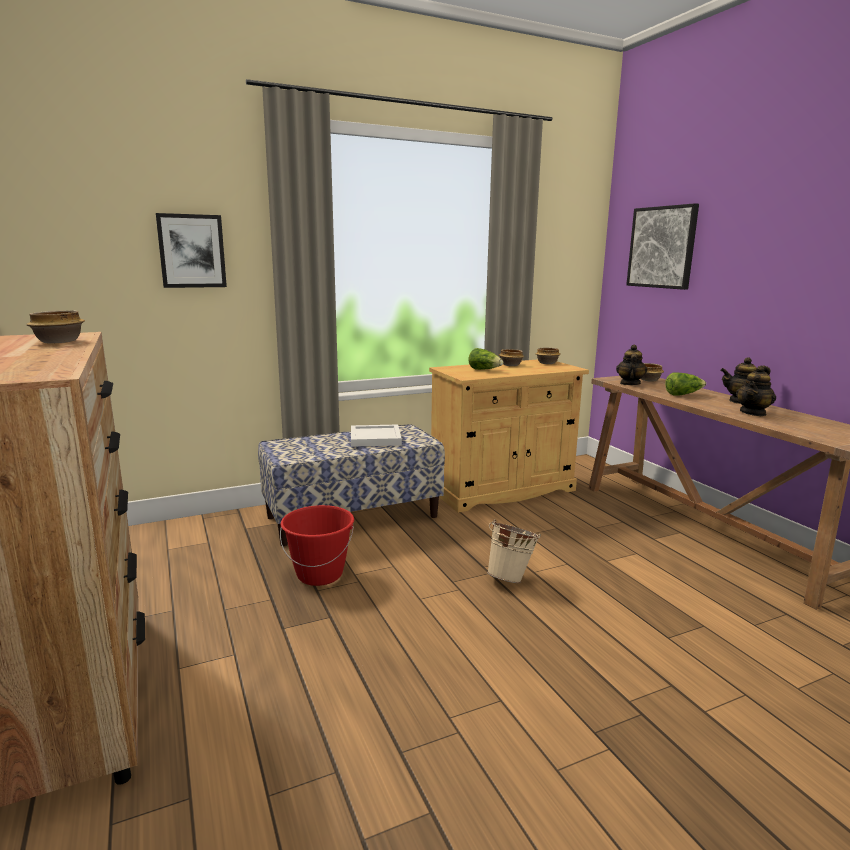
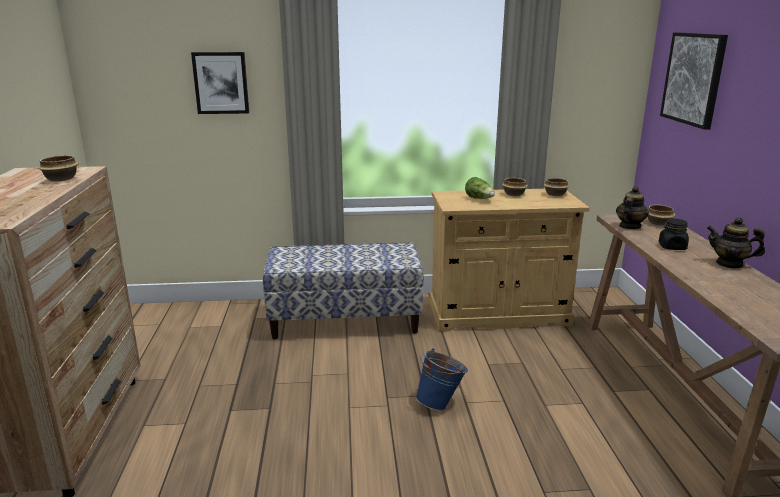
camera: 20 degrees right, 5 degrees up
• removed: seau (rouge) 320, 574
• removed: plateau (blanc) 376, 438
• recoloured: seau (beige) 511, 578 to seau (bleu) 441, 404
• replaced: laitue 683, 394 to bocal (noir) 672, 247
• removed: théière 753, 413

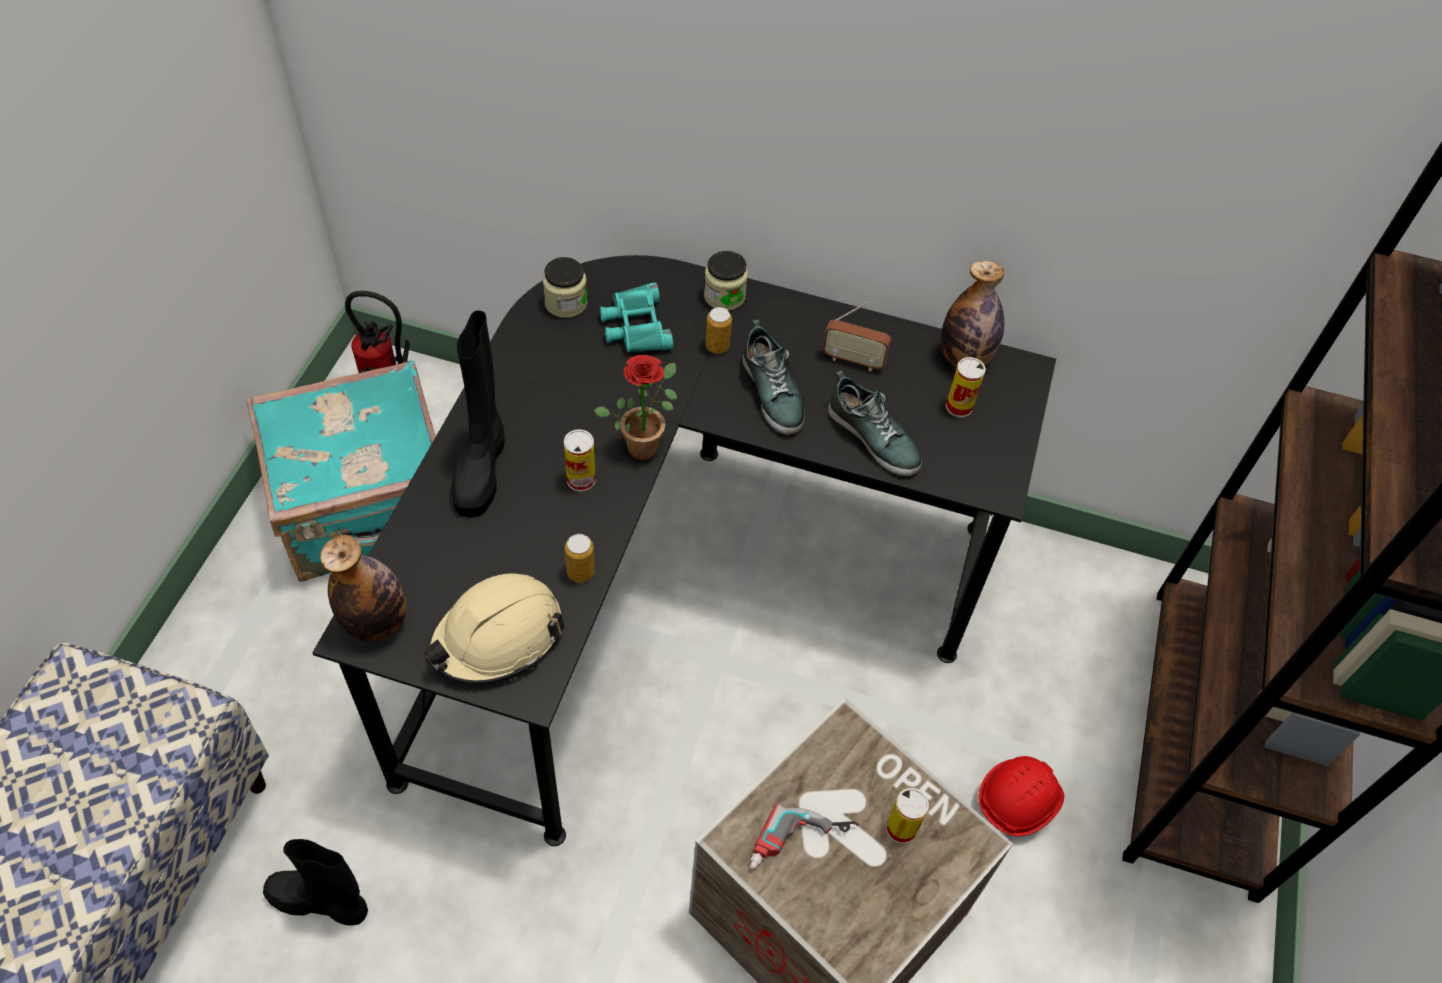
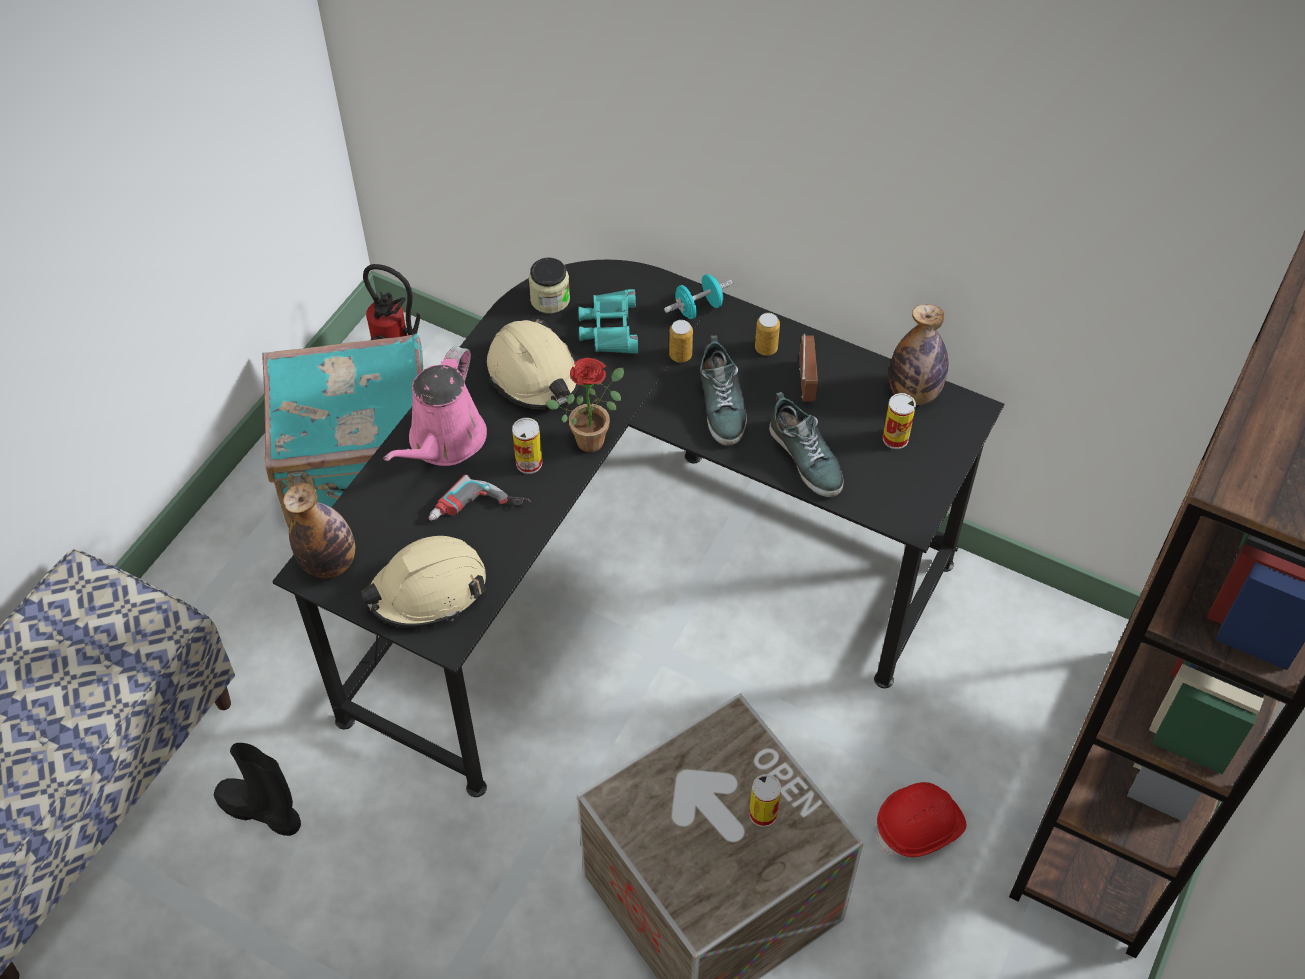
camera: 15 degrees right, 0 degrees up
• replaced: botte (noir) 481, 468 to arrosoir (rose) 444, 442
• moved: boîte métallique 580, 572 to 766, 348
• replaced: bocal 724, 296 to haltère (turquoise) 698, 308
• moved: perceuse 802, 847 to 479, 513
• turned: radio 853, 360 = 805, 383 120 degrees counterclockwise
• added: casque de chantier (beige) 534, 375

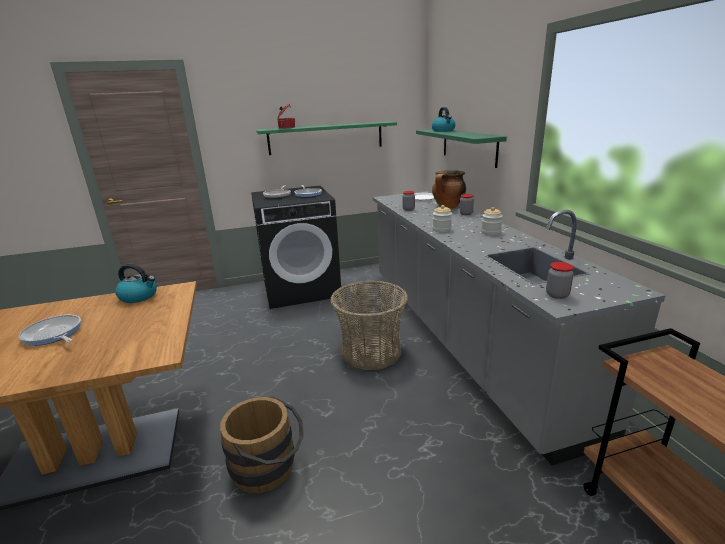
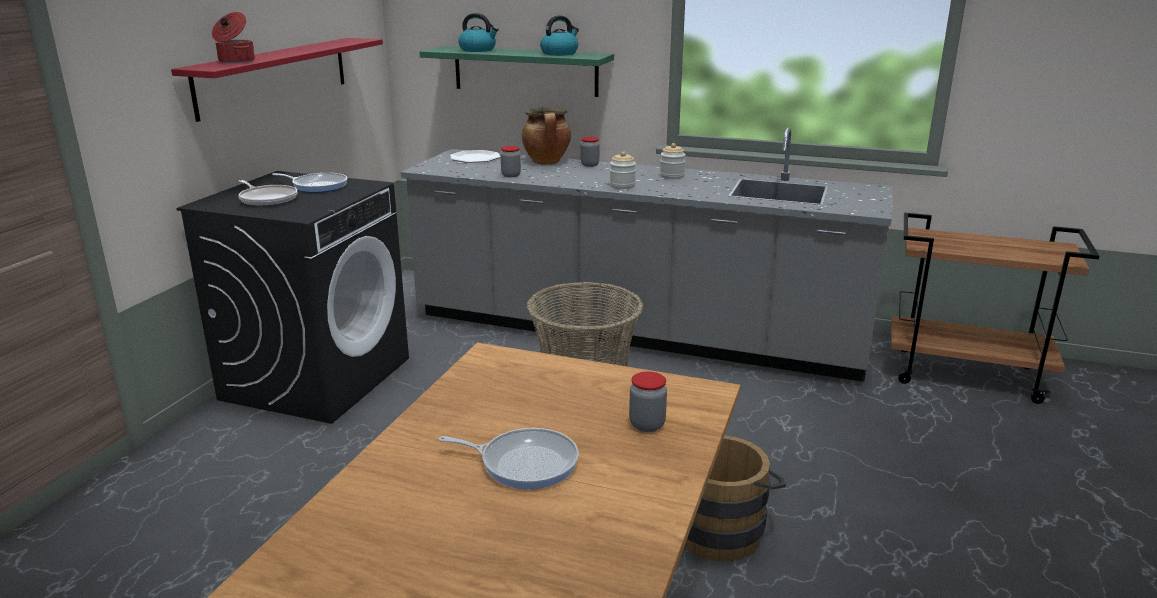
camera: 55 degrees left, 0 degrees up
• turned: poêle 53, 334 = 524, 463 150 degrees counterclockwise
• moved: bouilloire 139, 296 to 559, 53
• recoloured: étagère (vert) 326, 138 to étagère (rouge) 274, 76
• moved: bocal 557, 295 to 647, 425

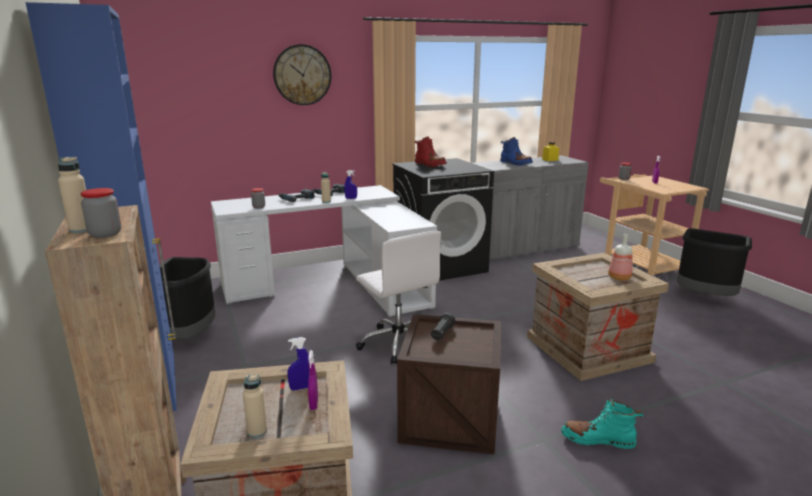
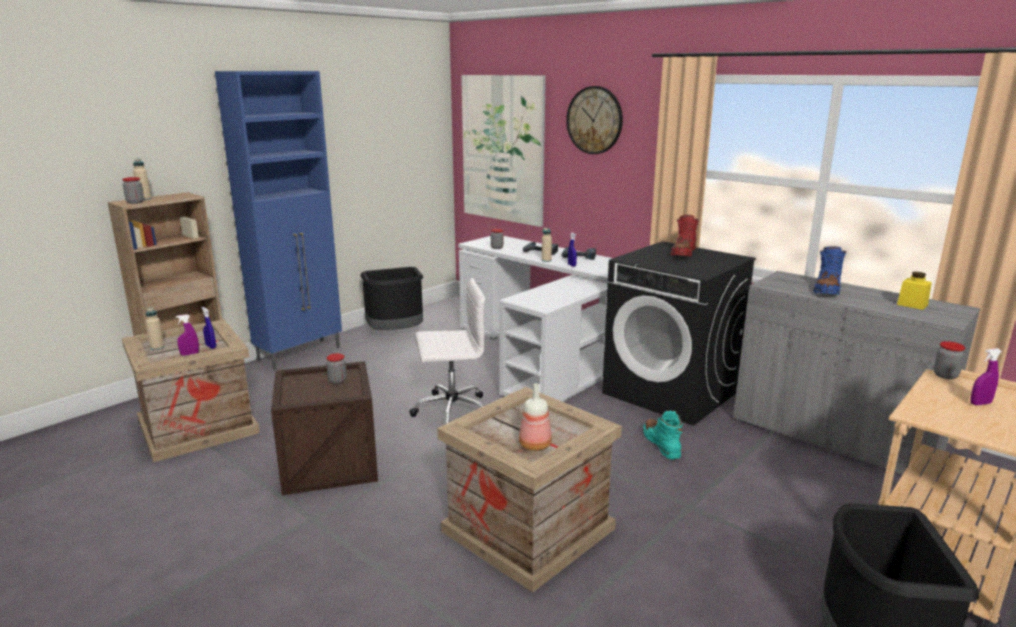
camera: 65 degrees right, 0 degrees up
• turned: chaise de bureau (blanc) 398, 342 = 451, 411 135 degrees counterclockwise
• replaced: lampe de poche (noir) 442, 333 to bocal 337, 380
• moved: botte (turquoise) 597, 440 to 661, 444
• added: tableau 503, 149

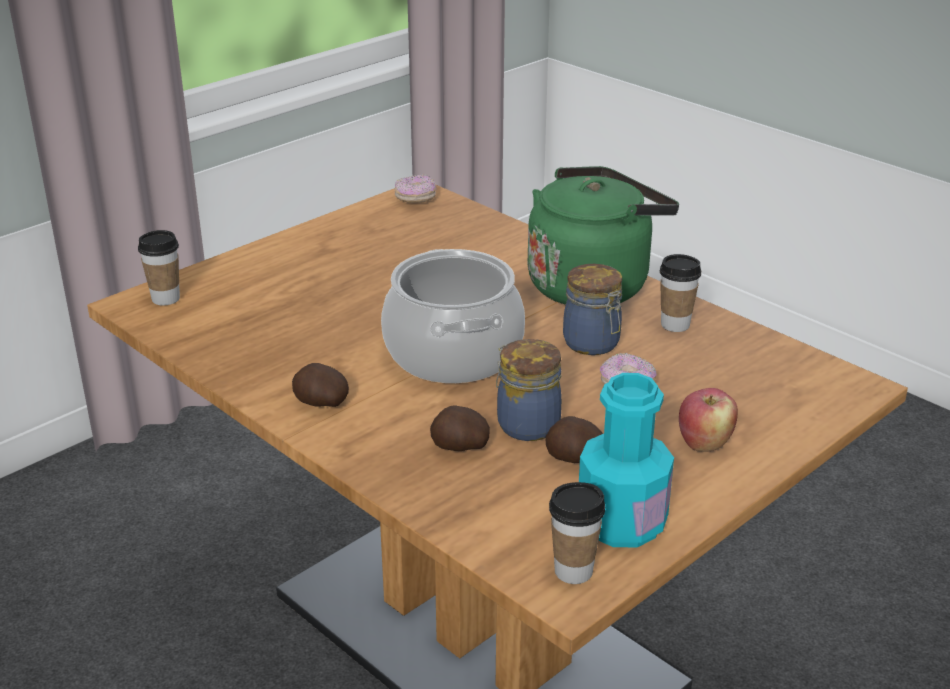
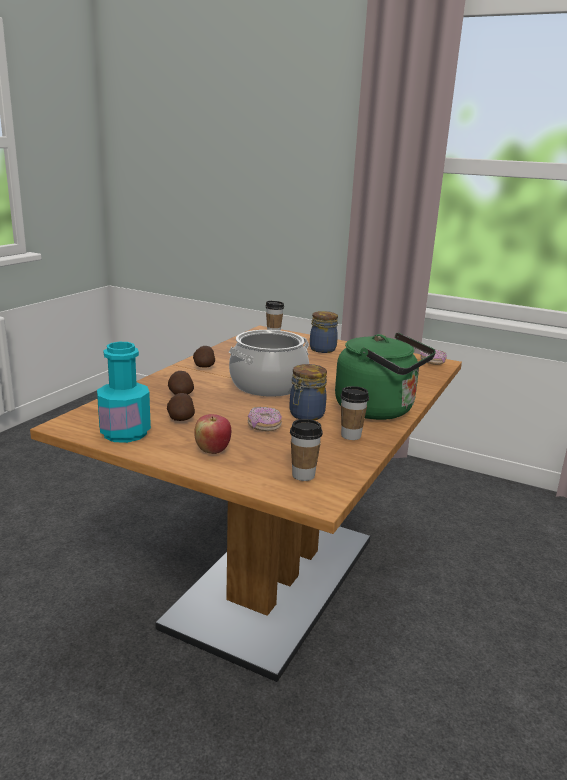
camera: 70 degrees right, 10 degrees down
• moved: bocal 526, 424 to 323, 349
• moved: tasse 573, 571 to 303, 475

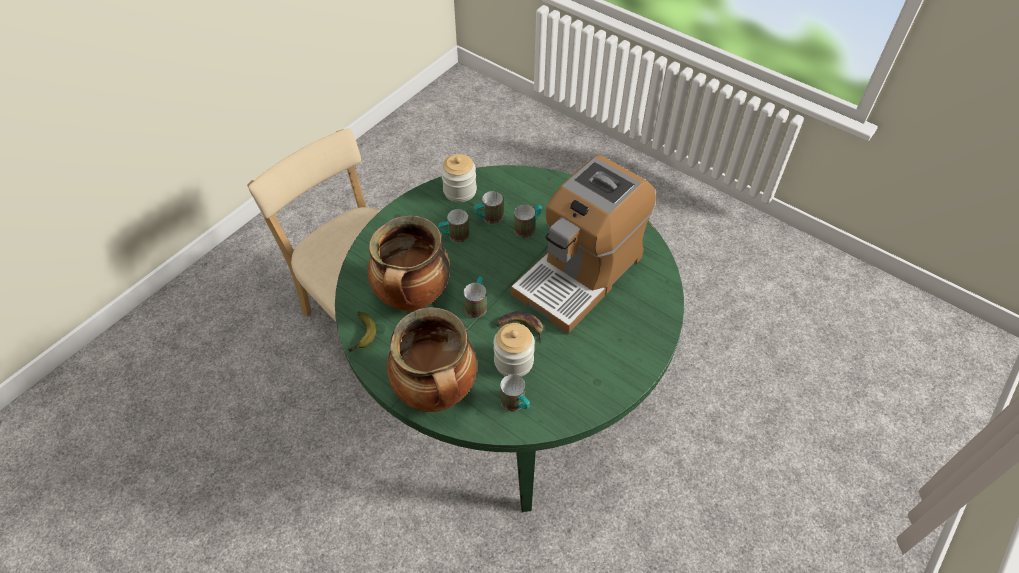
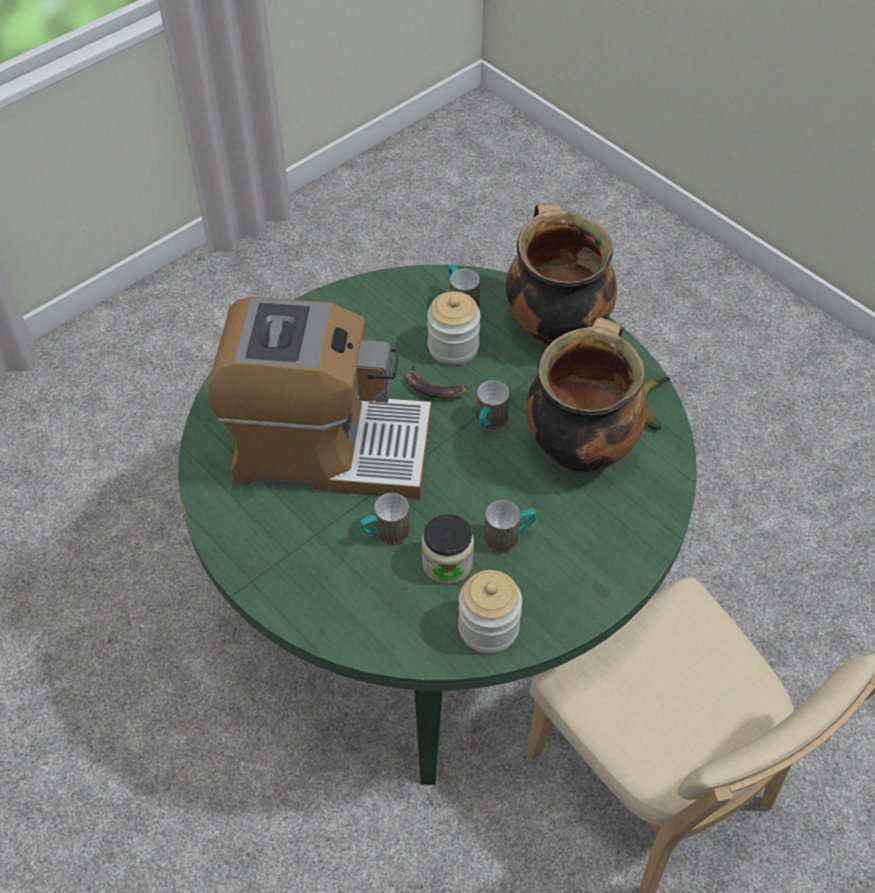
camera: 170 degrees left, 0 degrees up
• replaced: mug 488, 218 to bocal 447, 563
• turned: machine à café 579, 274 = 329, 448 45 degrees clockwise

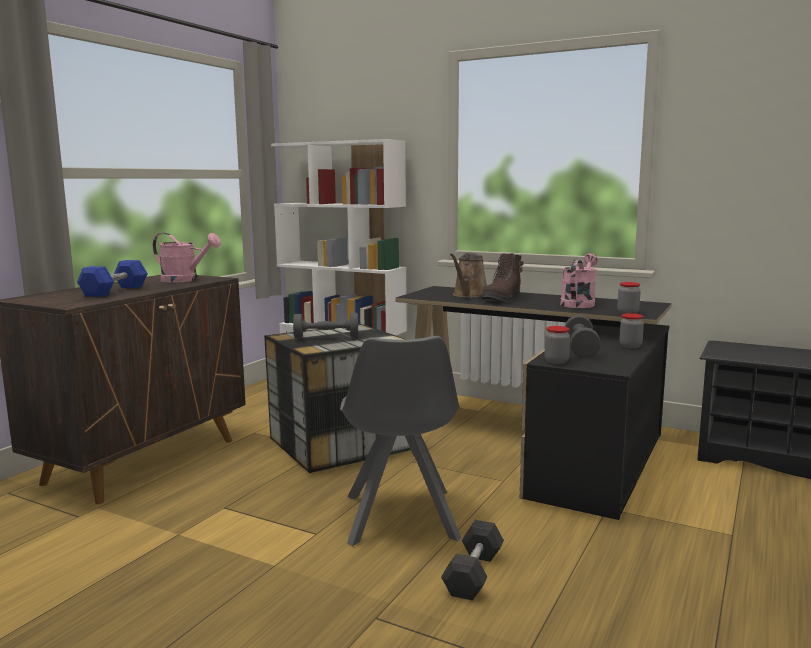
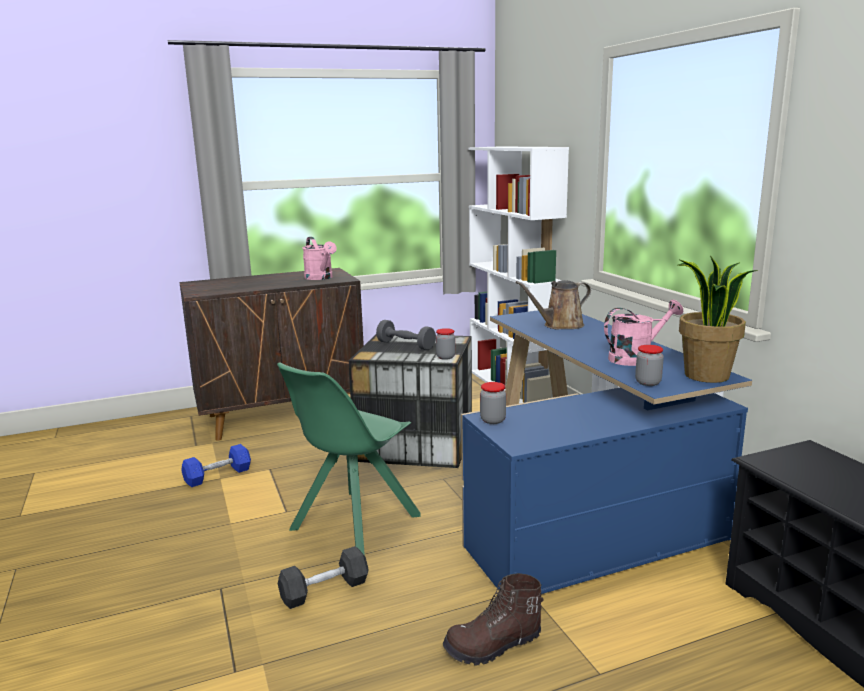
camera: 40 degrees right, 5 degrees up
• moved: haltère (bleu) 115, 291 to 218, 475
• recoloured: chaise (gris) 400, 519 to chaise (vert) 352, 524
• recoloured: bureau (noir) 540, 444 to bureau (bleu) 582, 502
• moved: botte (marron) 502, 299 to 493, 646
• removed: haltère (gris) 581, 349
• moved: bocal 630, 346 to 445, 357
• added: plante en pot 706, 376

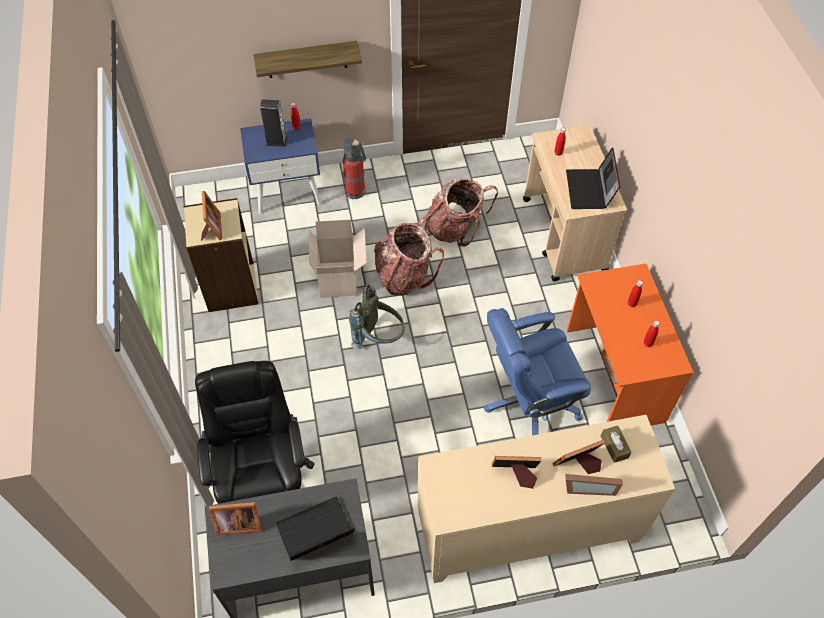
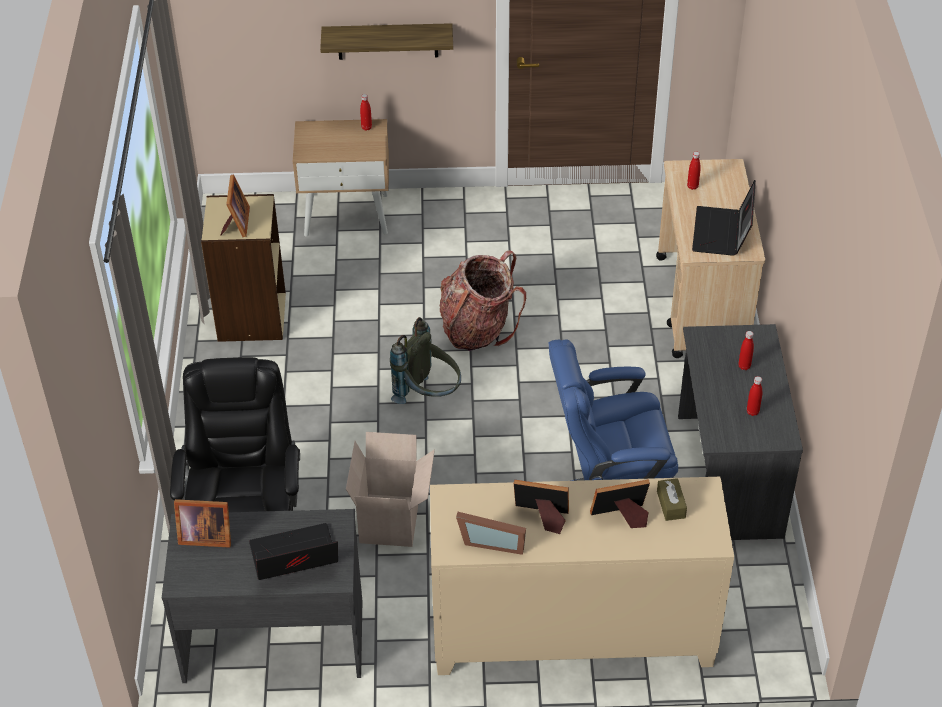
camera: 10 degrees right, 10 degrees down
• recoloured: table de chevet (bleu) 288, 191 to table de chevet (beige) 347, 214
• removed: enceinte 276, 141
• moved: carton 339, 280 to 392, 522
• removed: extincteur 356, 191
• removed: sac à dos 456, 228
• moved: cadre photo 588, 486 to 492, 541
• recoloured: bureau (orange) 613, 375 to bureau (gris) 727, 476

